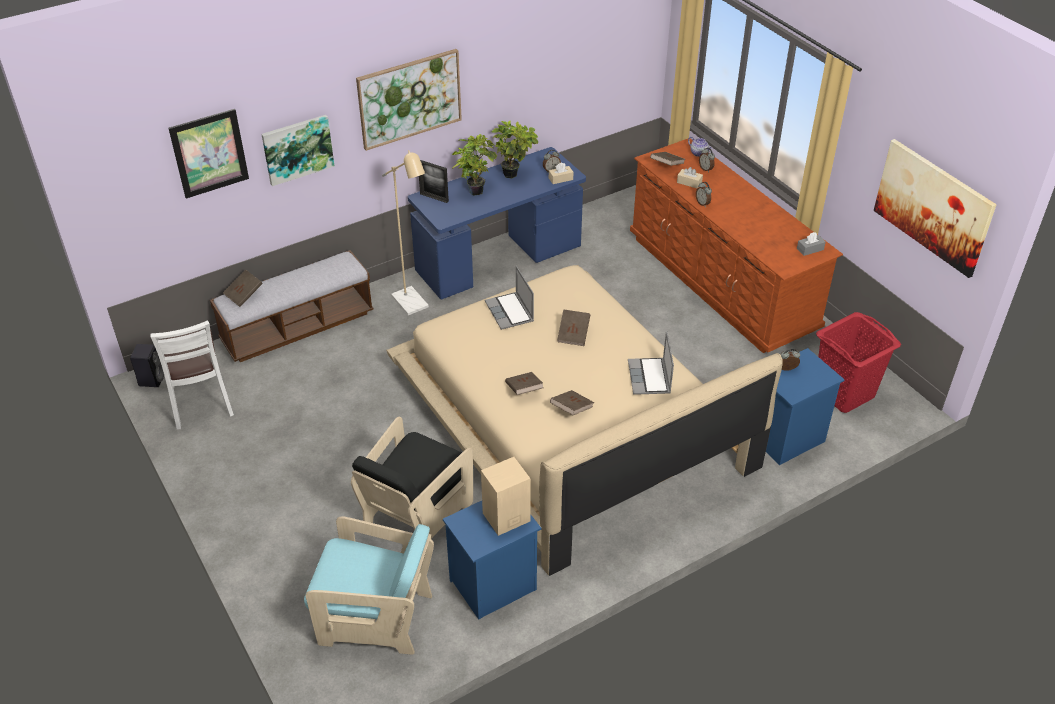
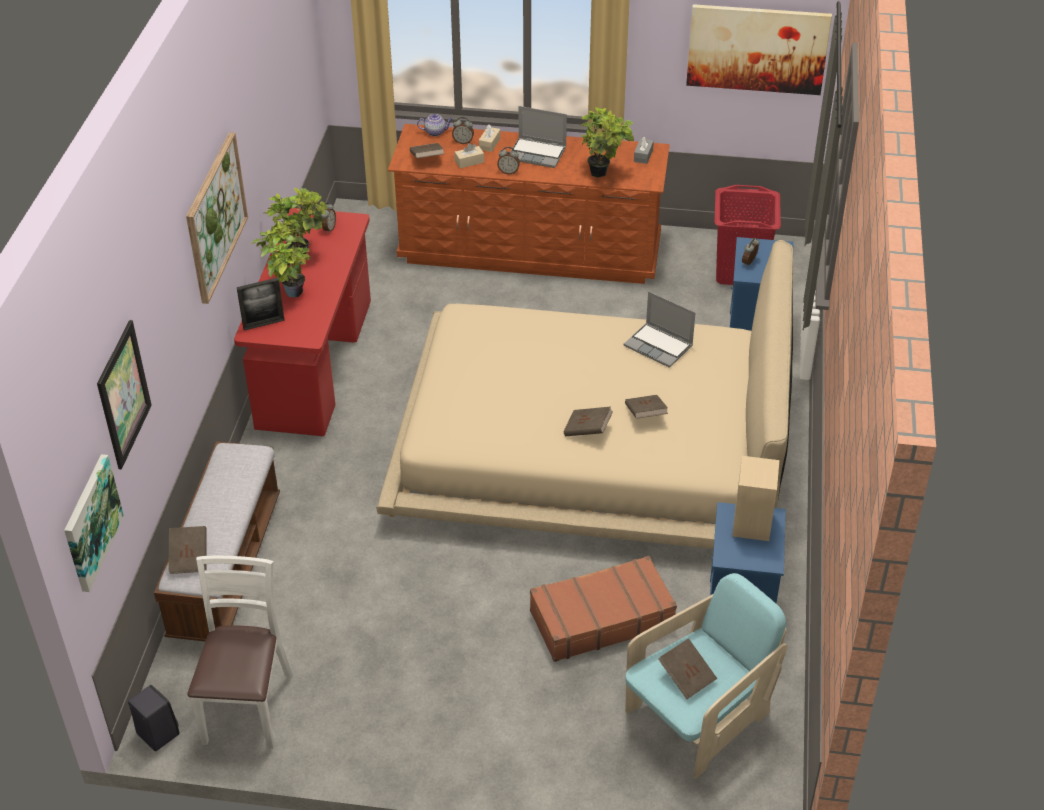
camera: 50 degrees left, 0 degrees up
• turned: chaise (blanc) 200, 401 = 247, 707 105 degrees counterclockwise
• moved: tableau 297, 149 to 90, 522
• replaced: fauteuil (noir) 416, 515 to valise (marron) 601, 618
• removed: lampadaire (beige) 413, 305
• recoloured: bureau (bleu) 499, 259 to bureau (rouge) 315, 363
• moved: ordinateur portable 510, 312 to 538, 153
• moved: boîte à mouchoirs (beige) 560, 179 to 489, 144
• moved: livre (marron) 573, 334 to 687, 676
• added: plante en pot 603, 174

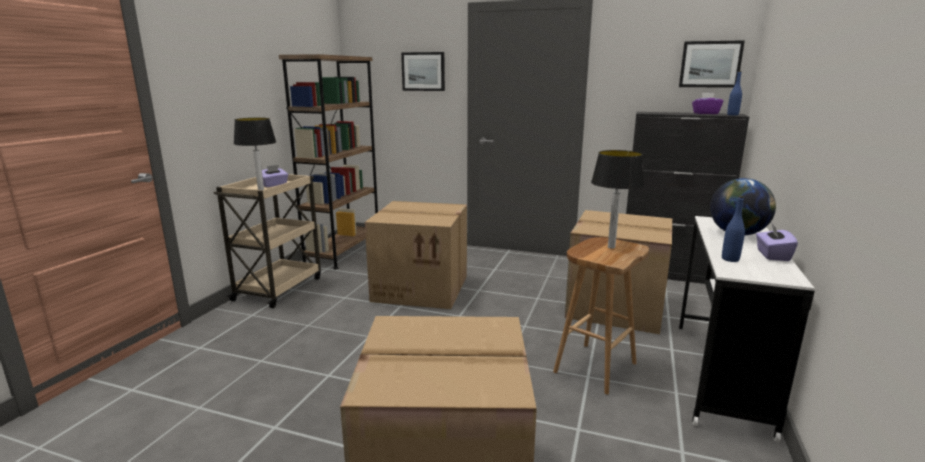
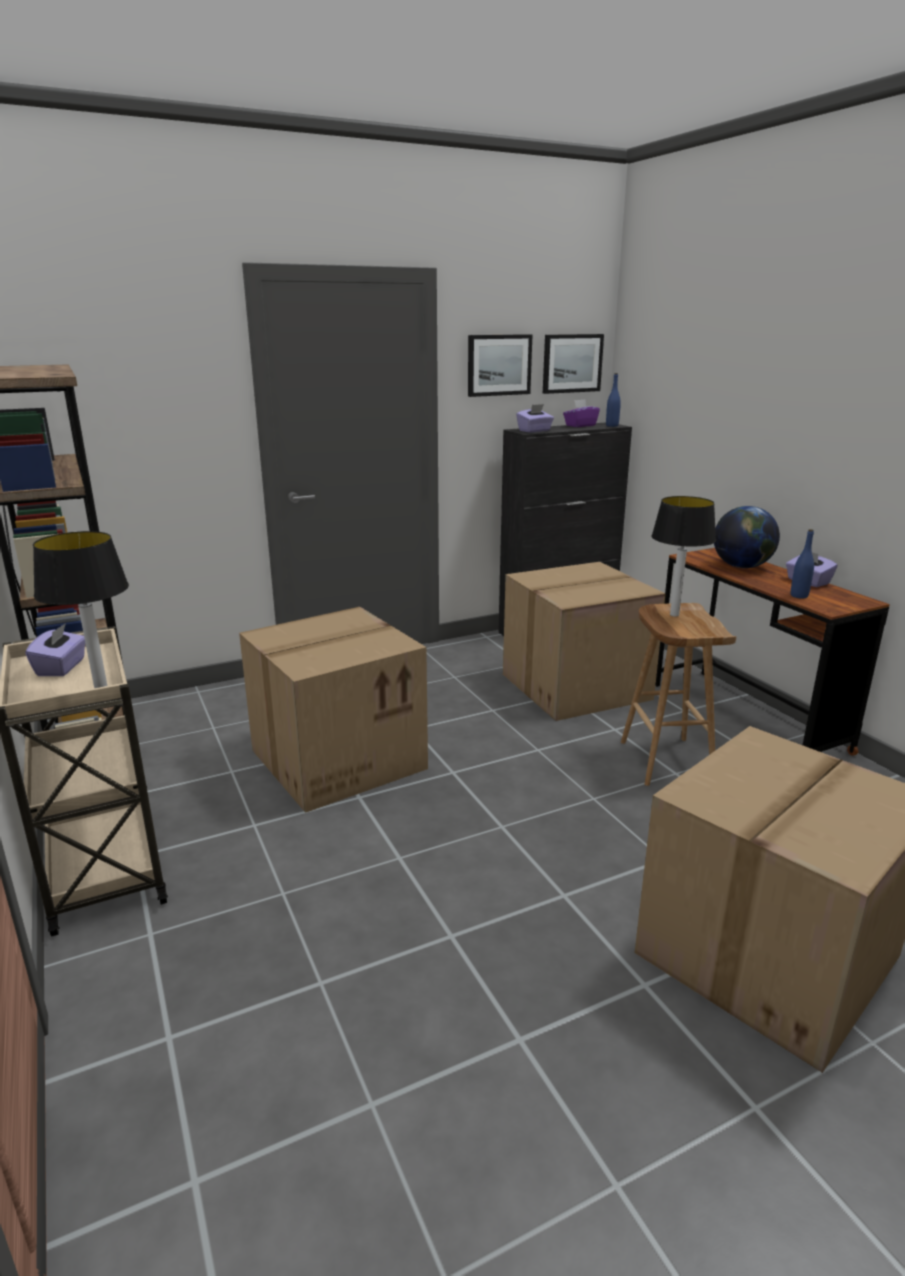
camera: 45 degrees left, 5 degrees up
• moved: tableau 423, 71 to 499, 365
• recoloured: bureau (blanc) 720, 374 to bureau (marron) 746, 717
• added: boîte à mouchoirs (violet) 534, 431

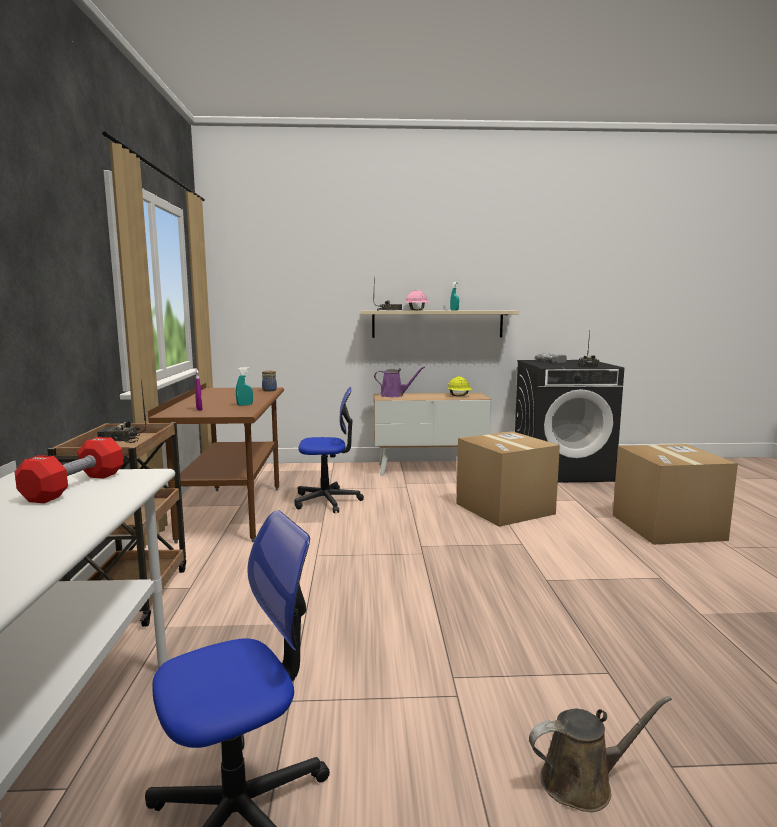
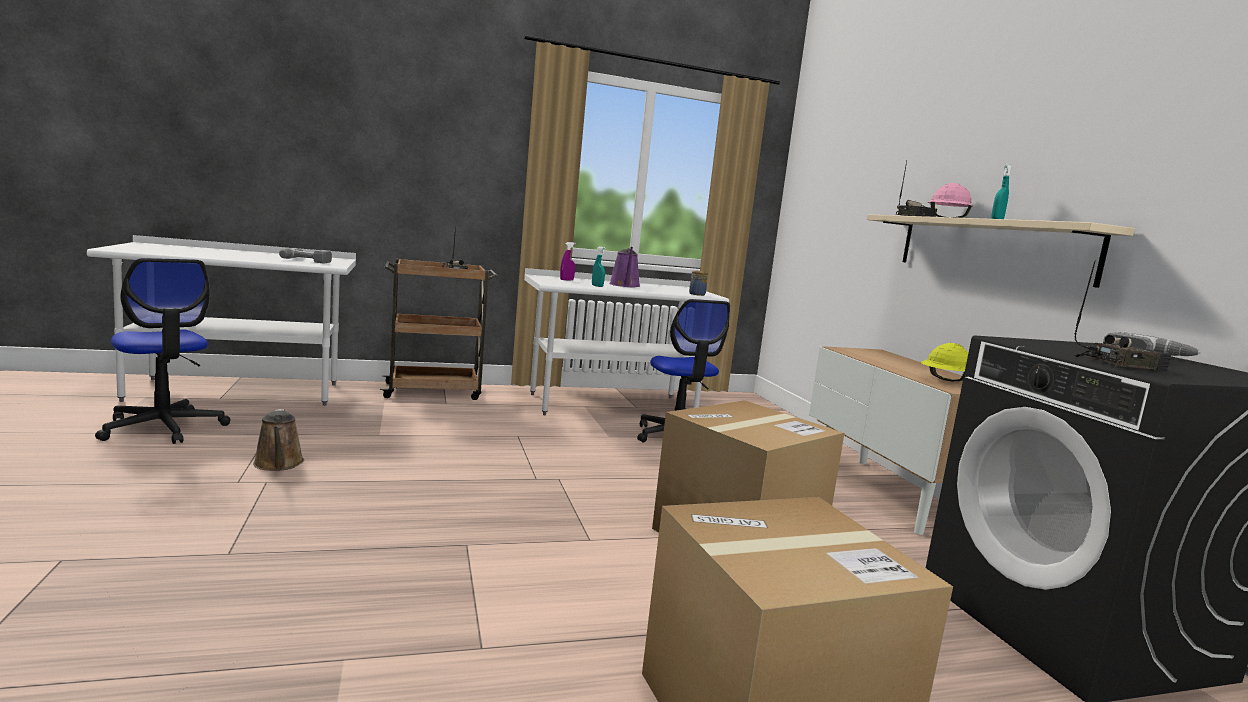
camera: 75 degrees right, 0 degrees up
• replaced: haltère (rouge) 75, 487 to perceuse 309, 260
• recoloured: bureau (marron) 232, 513 to bureau (blanc) 612, 405
• moved: arrosoir (violet) 394, 395 to 625, 285
• moved: arrosoir (marron) 583, 782 to 278, 464

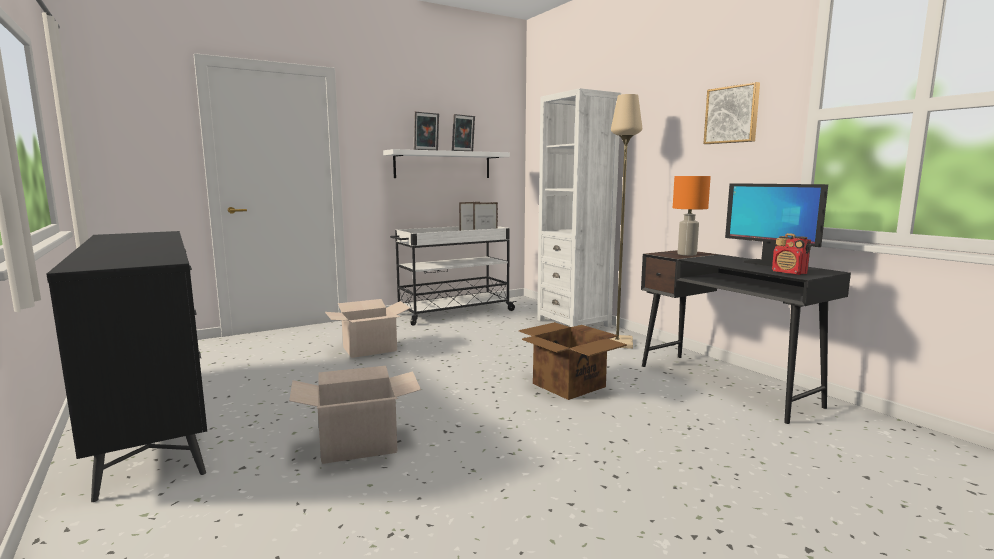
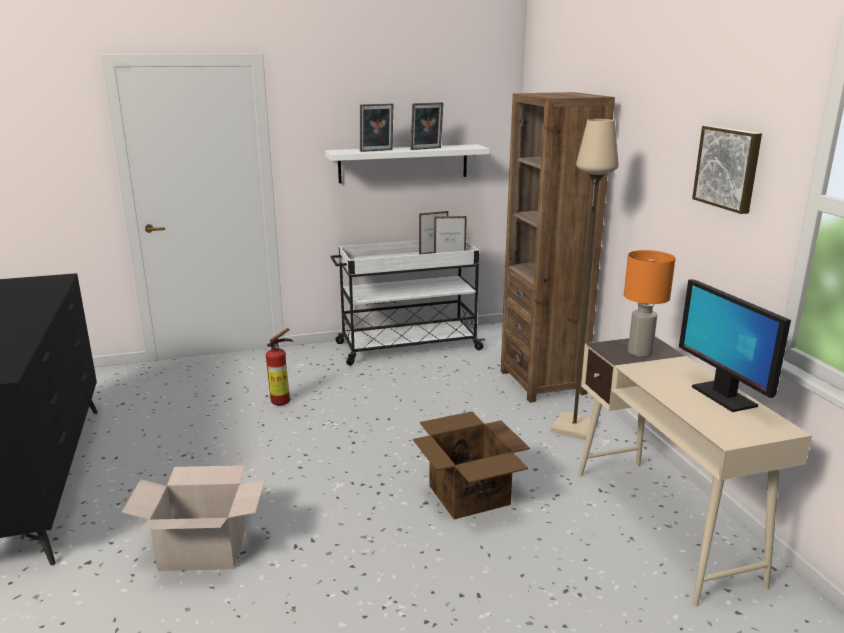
camera: 15 degrees right, 10 degrees up
• replaced: carton 370, 349 to extincteur 283, 401
• recoloured: bibliothèque (blanc) 573, 323 to bibliothèque (marron) 542, 382
• recoloured: bureau (noir) 726, 385 to bureau (beige) 663, 525
• removed: radio 789, 273

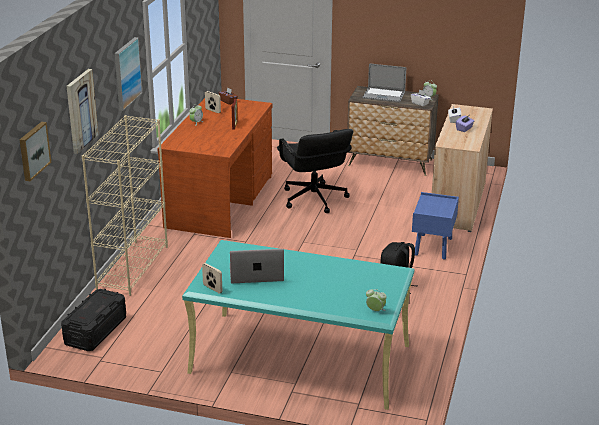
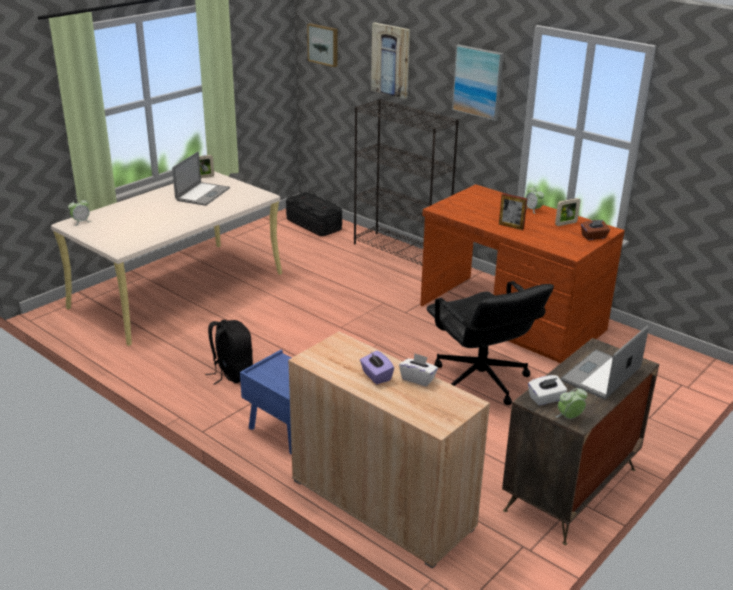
camera: 115 degrees right, 0 degrees up
• recoloured: bibliothèque (beige) 132, 267 to bibliothèque (noir) 401, 252
• recoloured: bureau (turquoise) 299, 359 to bureau (beige) 179, 290
• turned: chaise de bureau (noir) 313, 199 = 480, 381 120 degrees counterclockwise

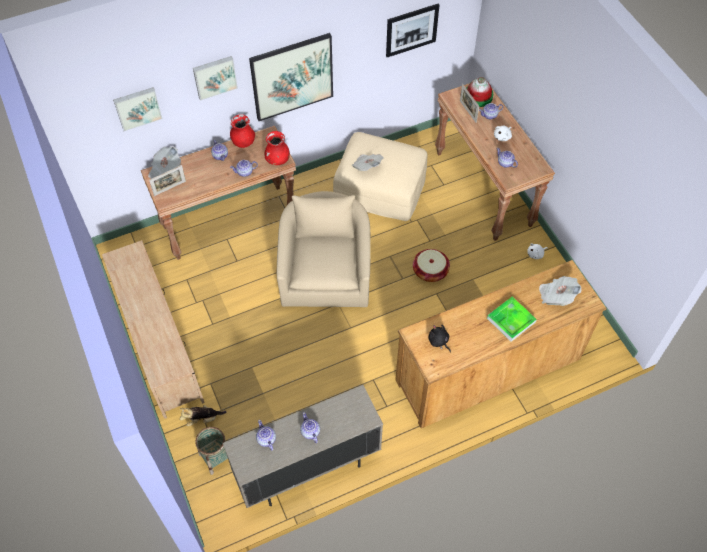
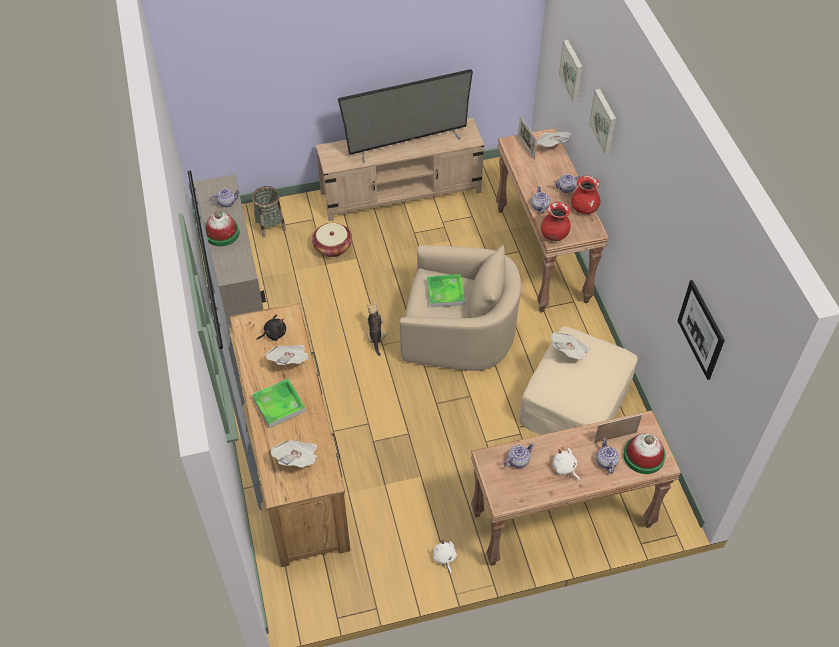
camera: 100 degrees right, 5 degrees down
• moved: peluche 203, 419 to 376, 336
• removed: tableau 292, 76
• replaced: théière 310, 432 to chapeau 222, 233
• moved: panier 430, 271 to 332, 247
• added: journal 290, 361
• added: téléviseur 407, 142
• added: plateau 445, 292

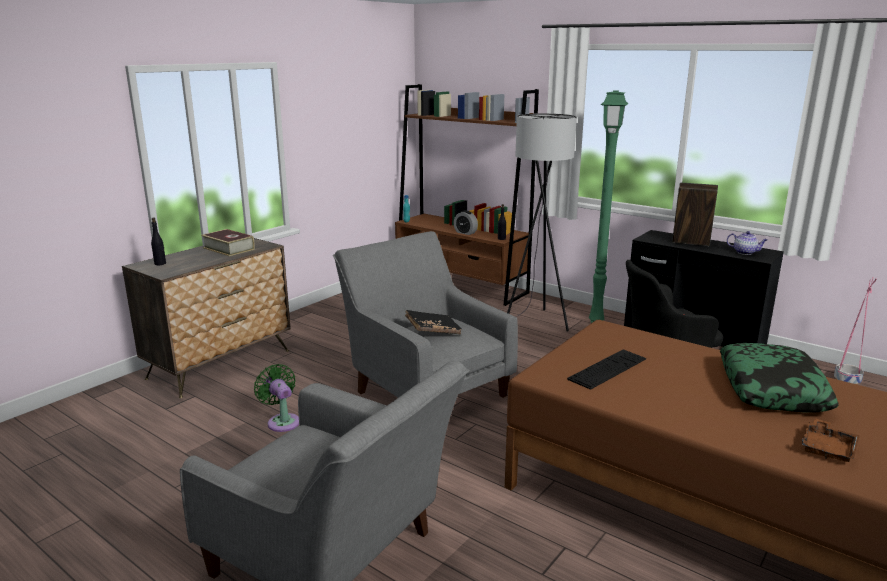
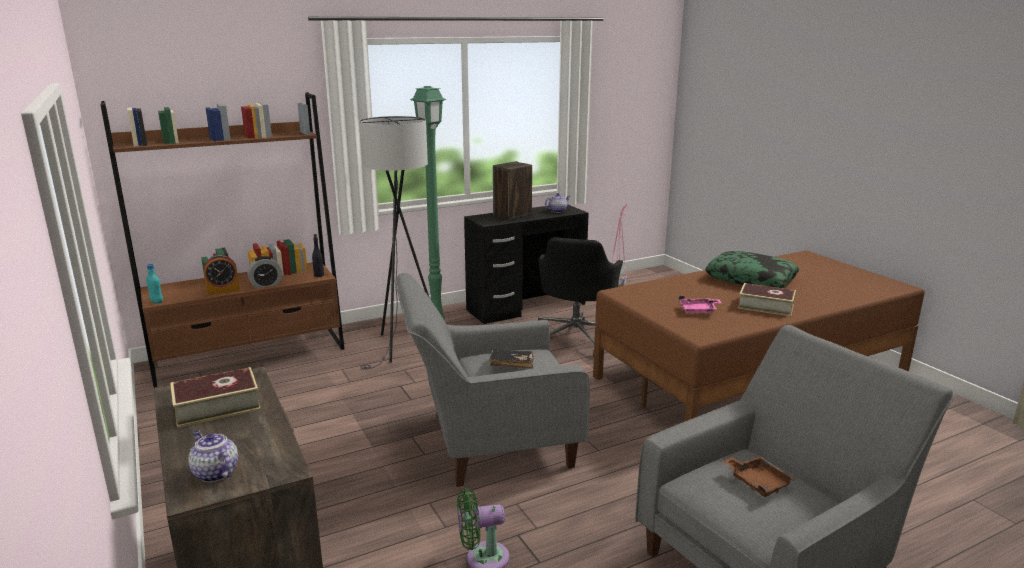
camera: 65 degrees left, 0 degrees up
• replaced: bouteille (noir) 160, 263 to théière 214, 473
• replaced: clavier 607, 369 to plateau (rose) 698, 311
• moved: plateau (marron) 827, 448 to 758, 482
• added: réveil 223, 291
• added: livre 766, 306

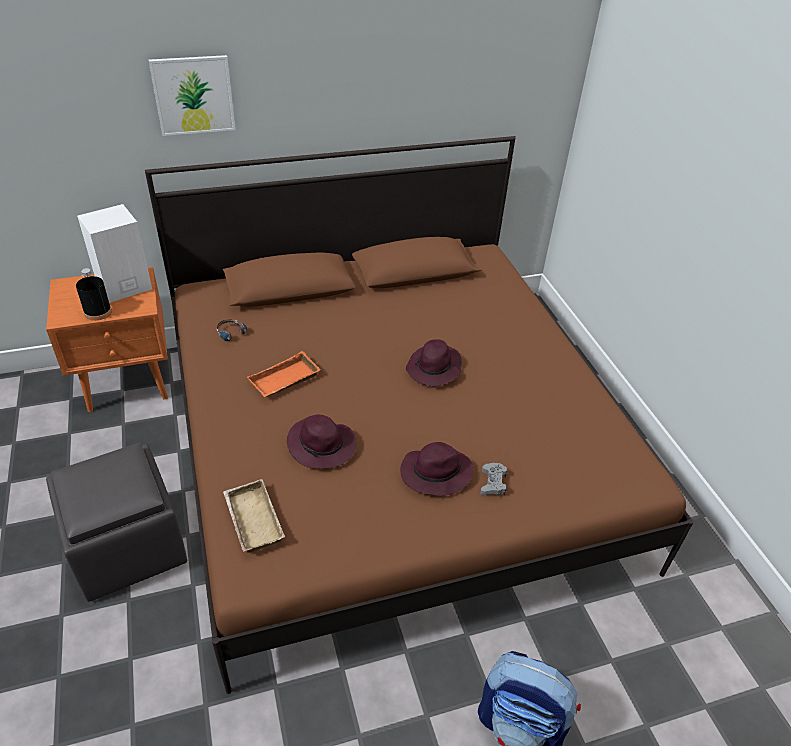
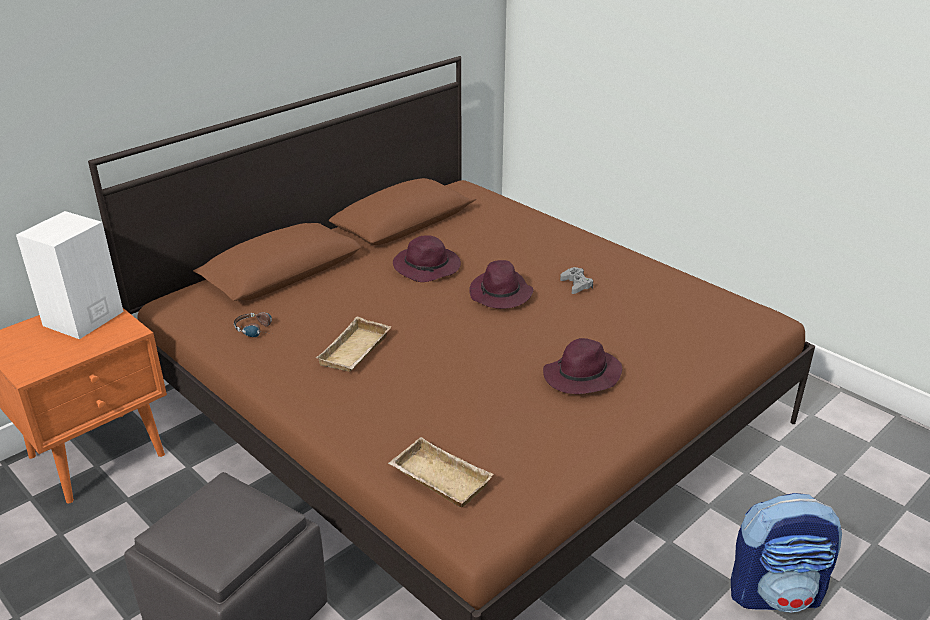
camera: 25 degrees left, 10 degrees down
• removed: bouteille (noir) 98, 312
• removed: tableau 193, 95
• recoloured: plateau (orange) 284, 381 to plateau (beige) 356, 352
• moved: chapeau (violet) 322, 446 to 428, 267
• moved: manette (gris) 493, 483 to 576, 285

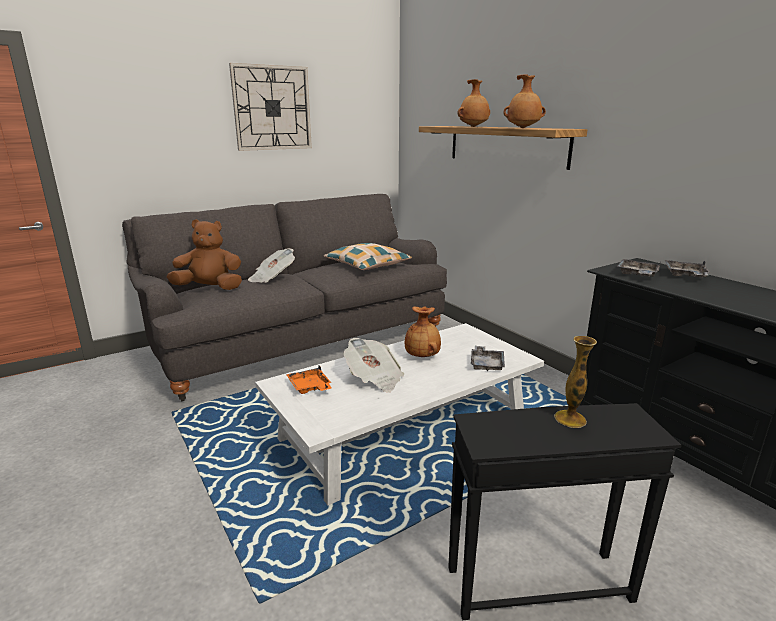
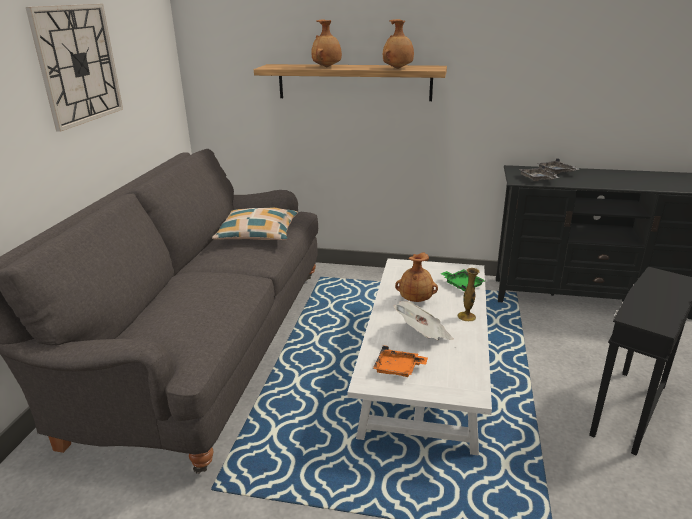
camera: 45 degrees left, 5 degrees up
• removed: peluche (marron) 210, 288
• removed: journal 272, 278
• recoloured: plateau (gris) 486, 364 to plateau (vert) 462, 285
• moved: vase 570, 419 to 466, 316

